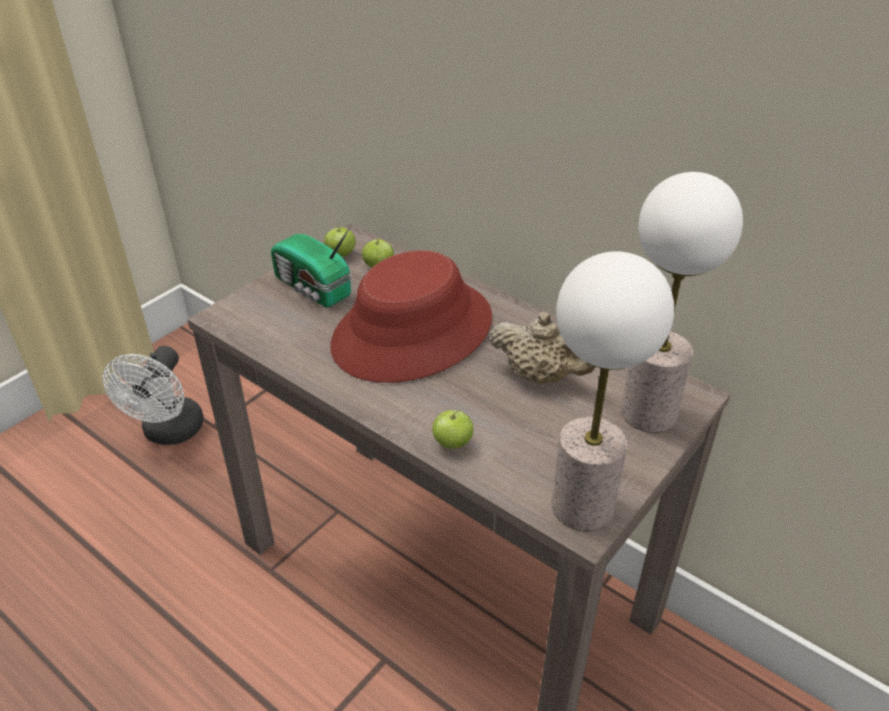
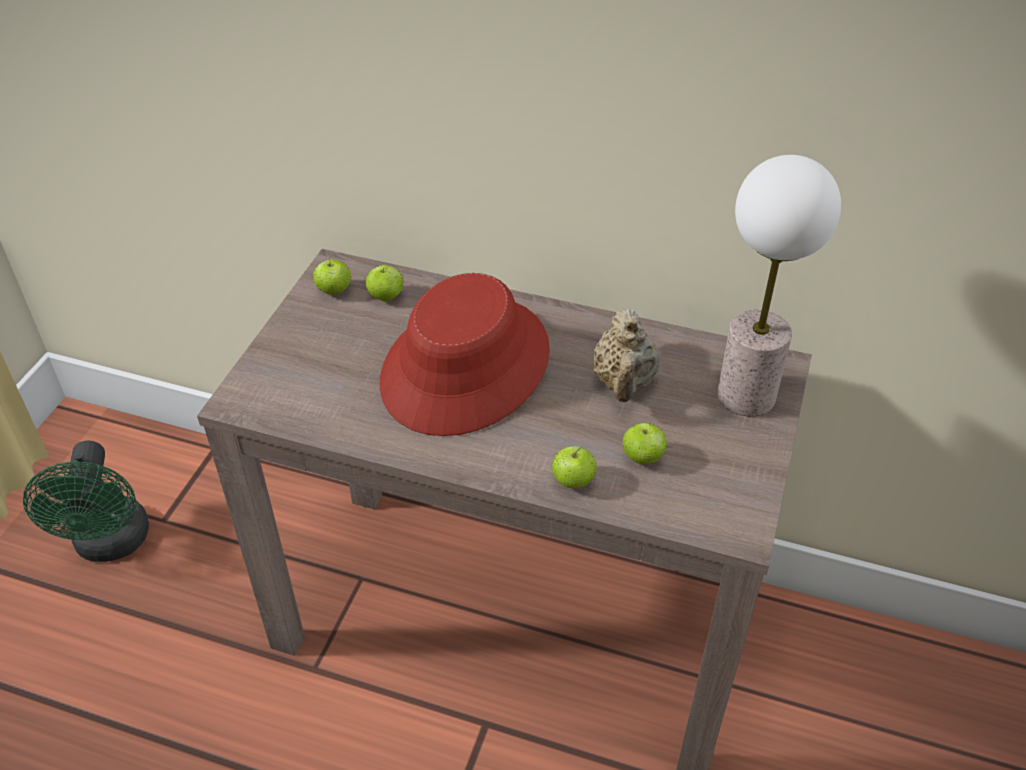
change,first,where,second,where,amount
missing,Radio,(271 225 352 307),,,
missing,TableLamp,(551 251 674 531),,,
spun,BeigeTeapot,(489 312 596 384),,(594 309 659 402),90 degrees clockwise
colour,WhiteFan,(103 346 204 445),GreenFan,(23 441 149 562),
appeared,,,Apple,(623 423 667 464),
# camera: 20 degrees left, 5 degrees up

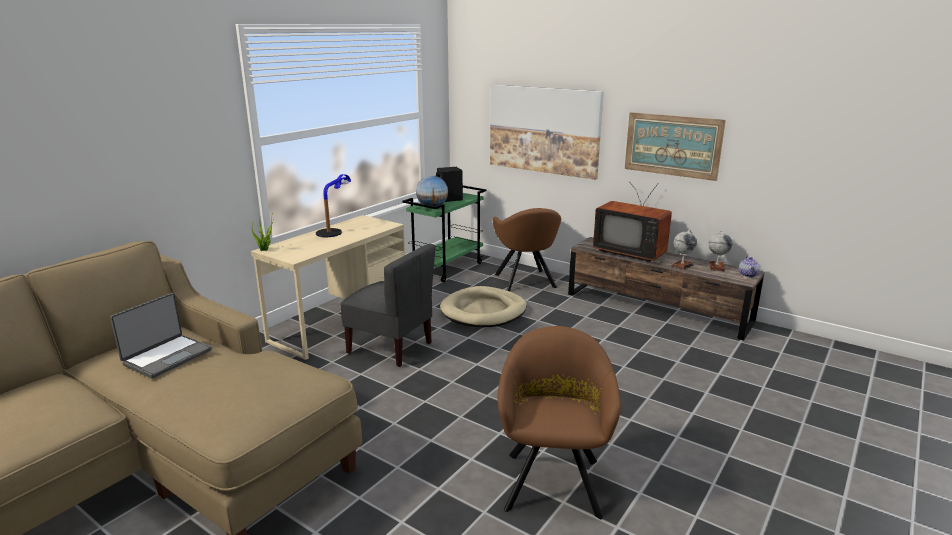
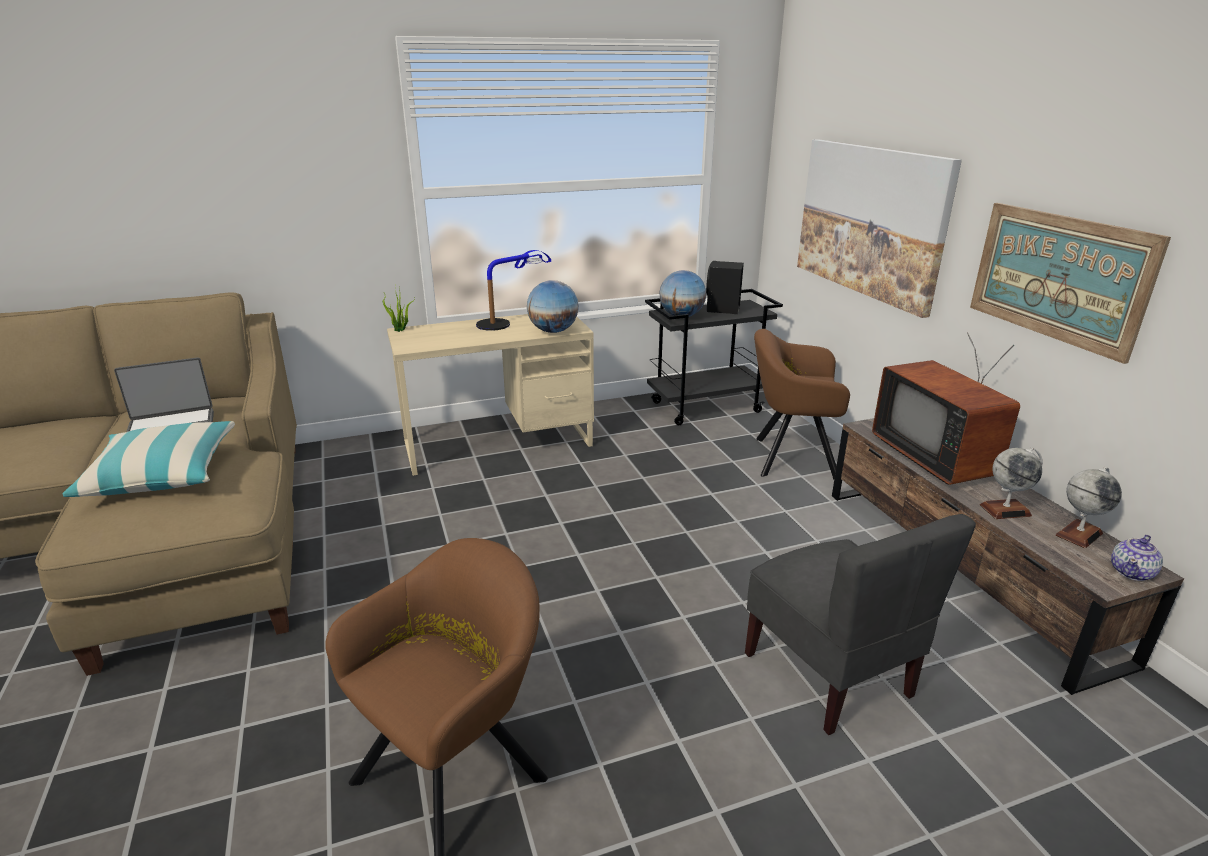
change,first,where,second,where,amount
colour,GreenCart,(403 185 486 282),BlackCart,(645 289 783 425),
spun,BrownArmchair,(493 208 561 291),,(754 329 850 479),75 degrees clockwise
relocated,GreyChair,(340 244 435 367),,(745 514 976 735),
missing,BeigeDogBed,(440 286 527 327),,,
appeared,,,Globe,(527 280 579 333),
appeared,,,Pillow,(62 421 235 497),
# camera: 35 degrees right, 5 degrees up

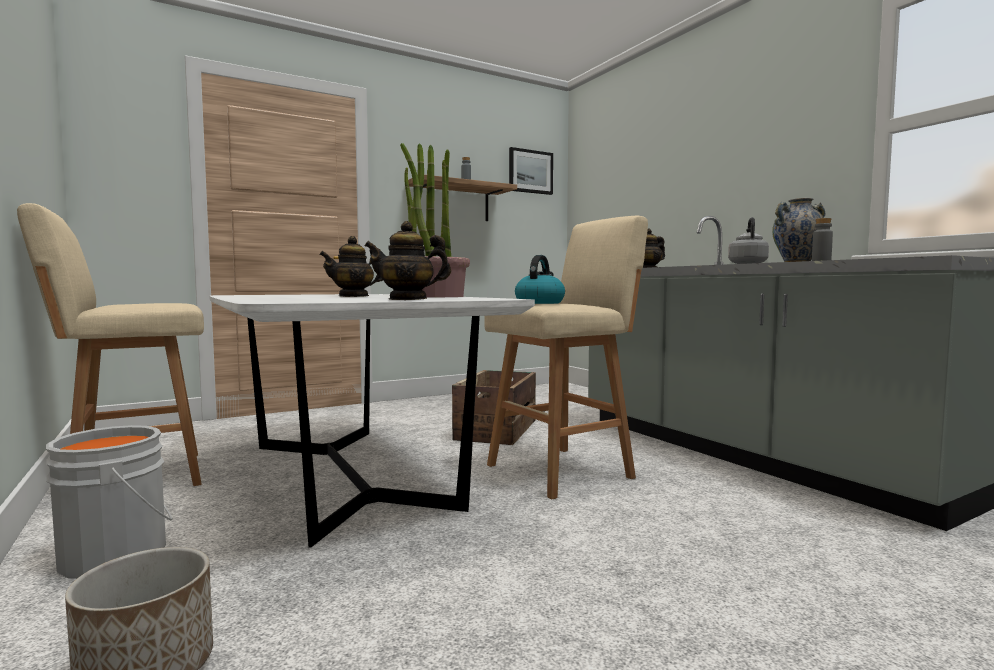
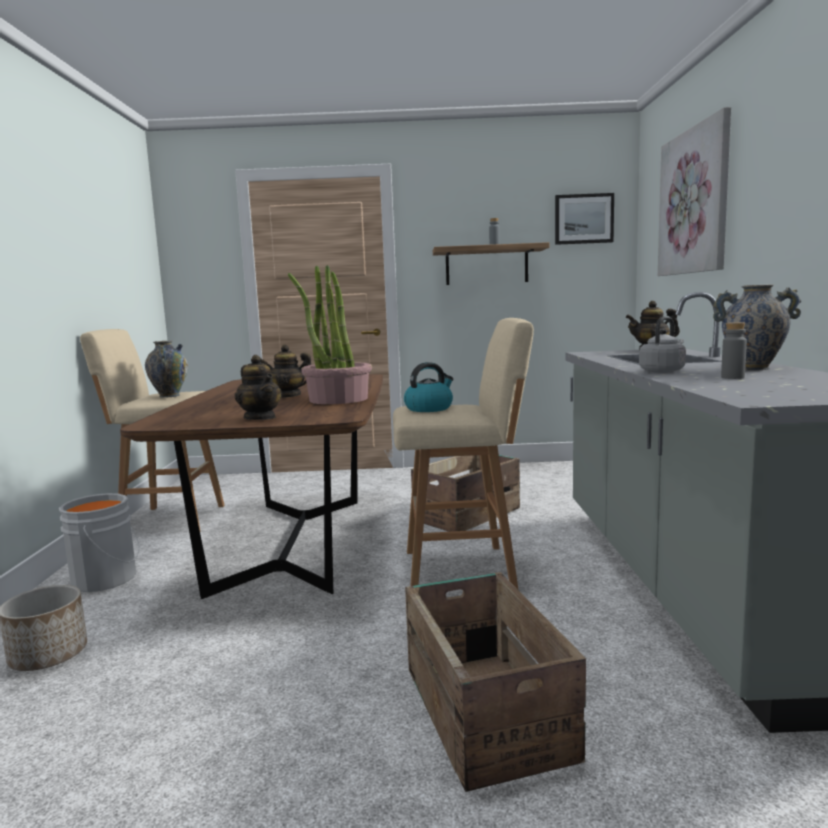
change,first,where,second,where,amount
spun,Teapot,(365 221 451 300),,(235 355 282 420),150 degrees counterclockwise
colour,WhiteDiningTable,(209 294 535 548),BrownDiningTable,(120 374 383 599),
appeared,,,Picture,(658 107 731 276),
appeared,,,Vase,(145 341 188 398),
appeared,,,Crate,(405 572 586 792),
# camera: 30 degrees right, 5 degrees up

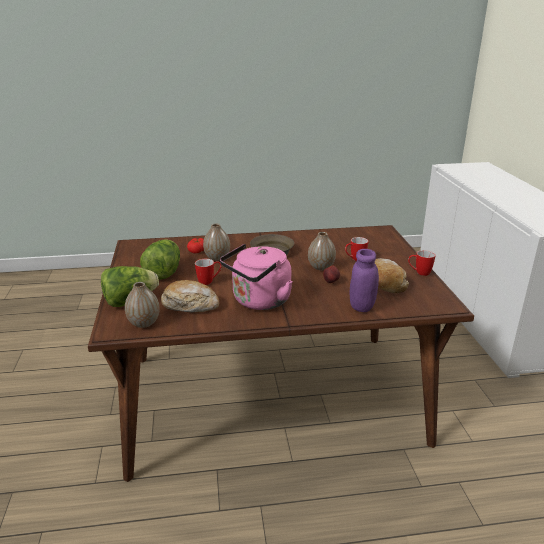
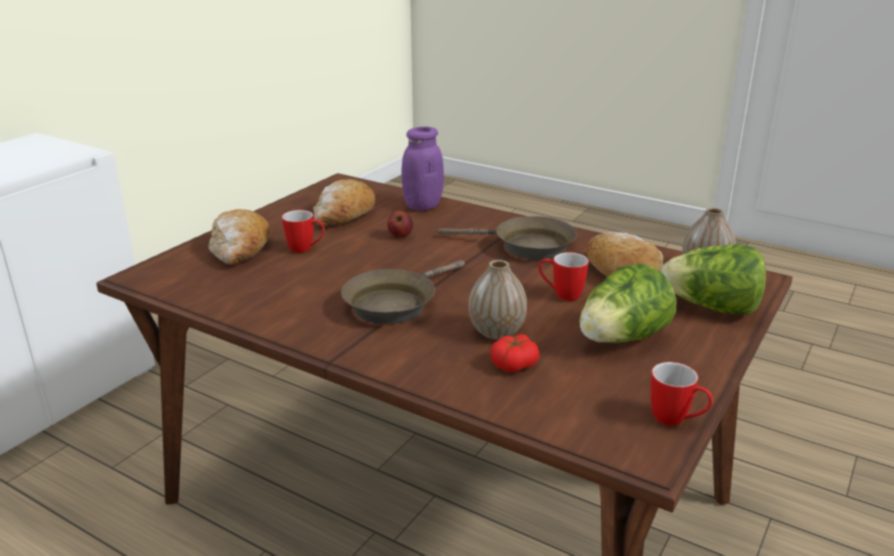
change,first,where,second,where,amount
missing,Vase,(308 232 336 270),,,
exchanged,PinkKettle,(220 244 292 310),BrownFryingPan,(438 216 577 260),
relocated,Mug,(408 250 436 276),,(651 362 713 426),
appeared,,,Bread,(208 209 270 265),
# camera: 140 degrees left, 0 degrees up

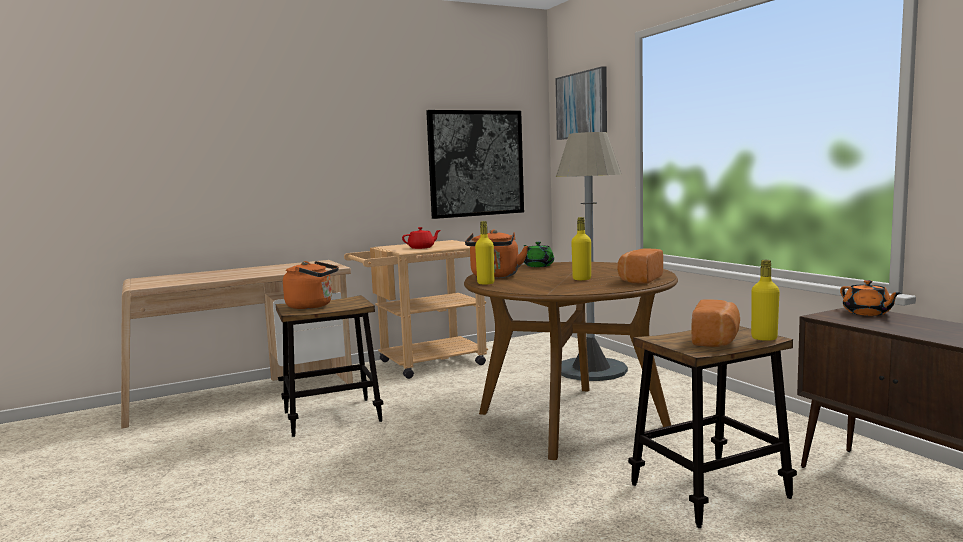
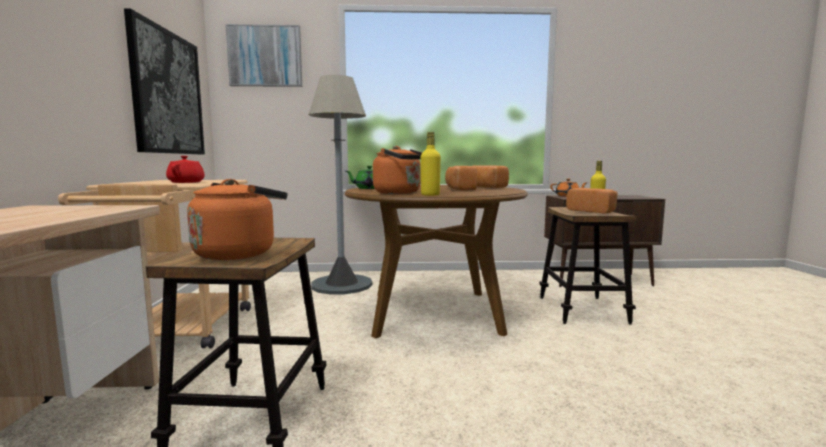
change,first,where,second,where,amount
exchanged,YellowBottle,(571 217 591 280),Bread,(445 166 477 190),
# camera: 65 degrees left, 0 degrees up

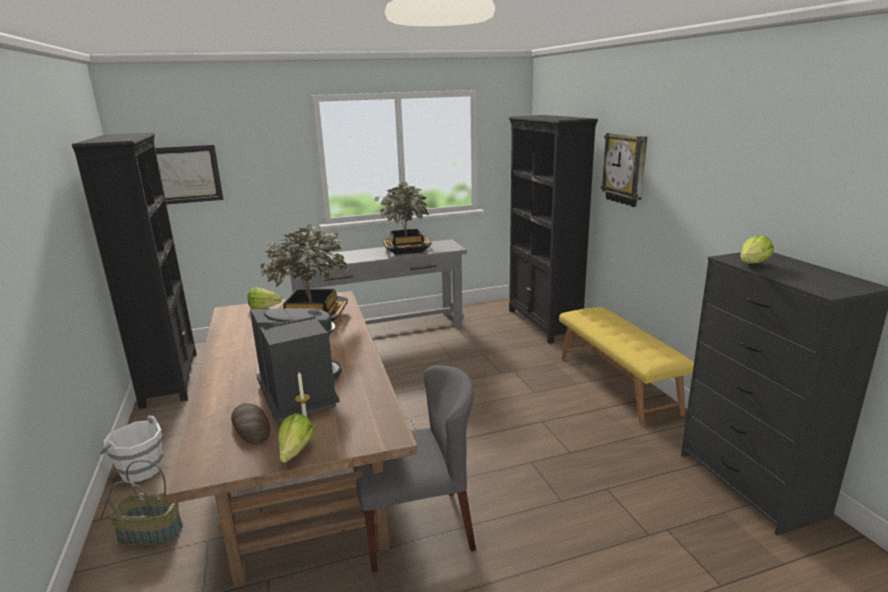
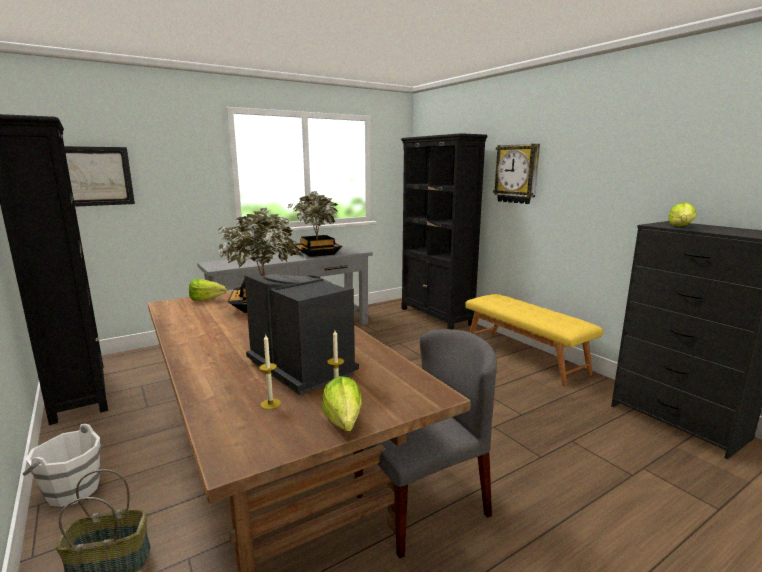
change,first,where,second,where,amount
exchanged,Bread,(231 403 271 445),Candle,(259 335 281 409),
# camera: 15 degrees left, 5 degrees down

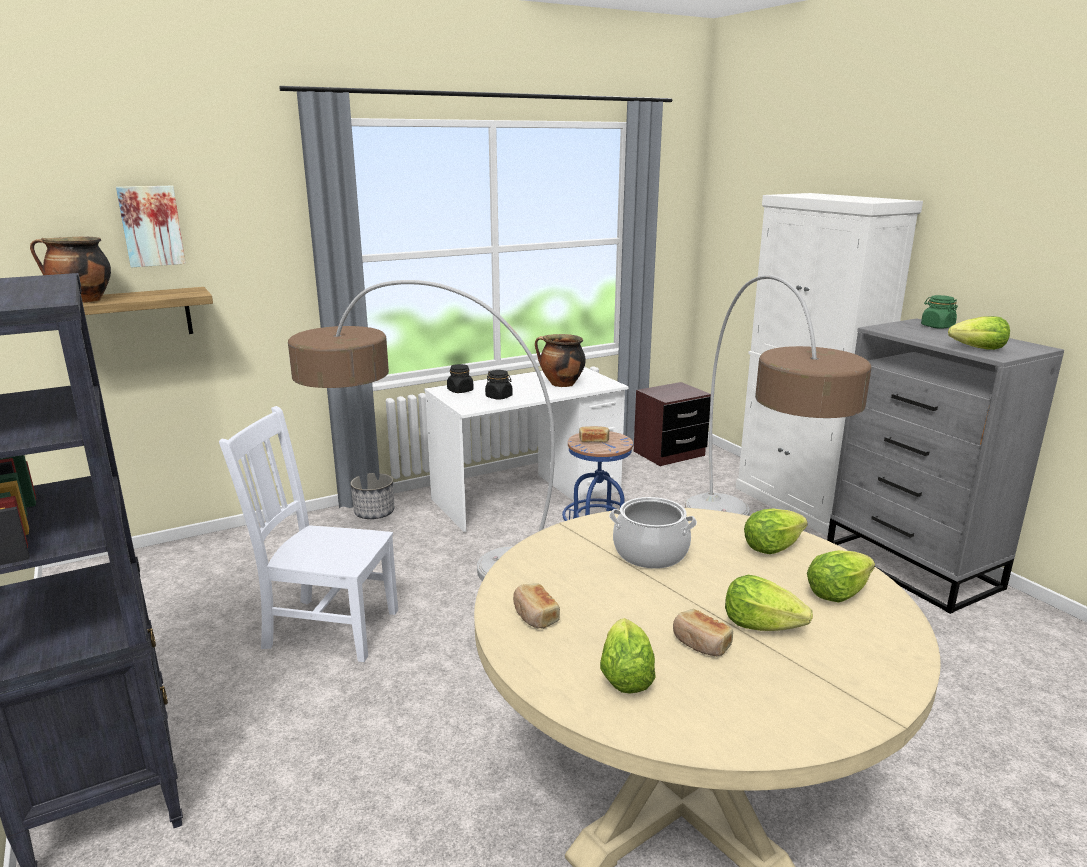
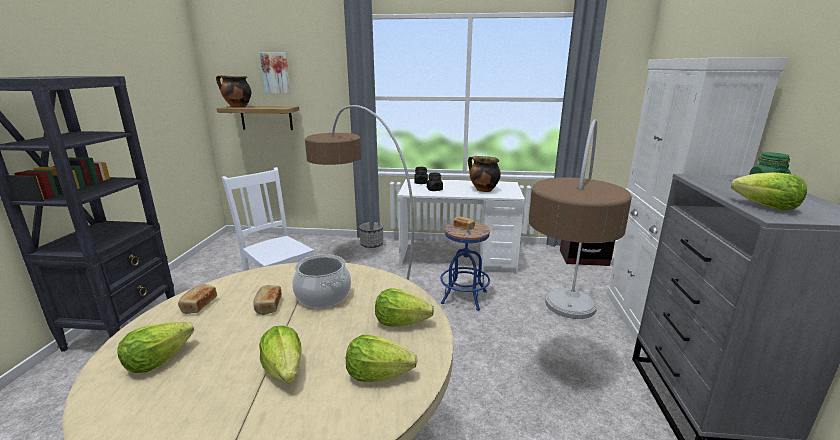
change,first,where,second,where,amount
relocated,Bread,(673 609 733 656),,(253 285 282 315),
# camera: 35 degrees right, 0 degrees up

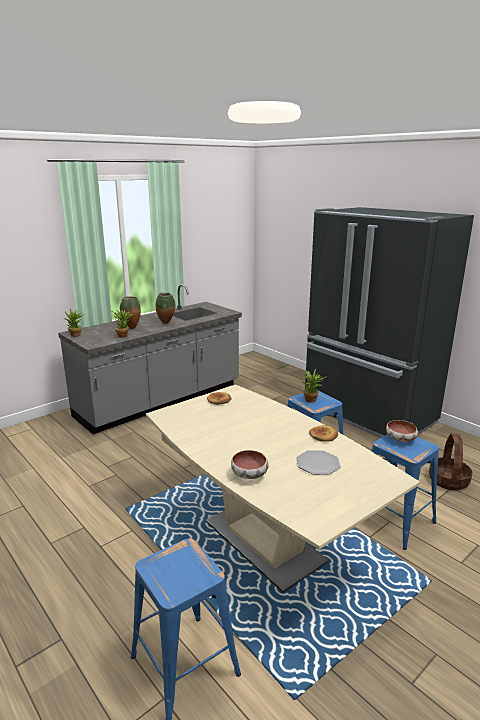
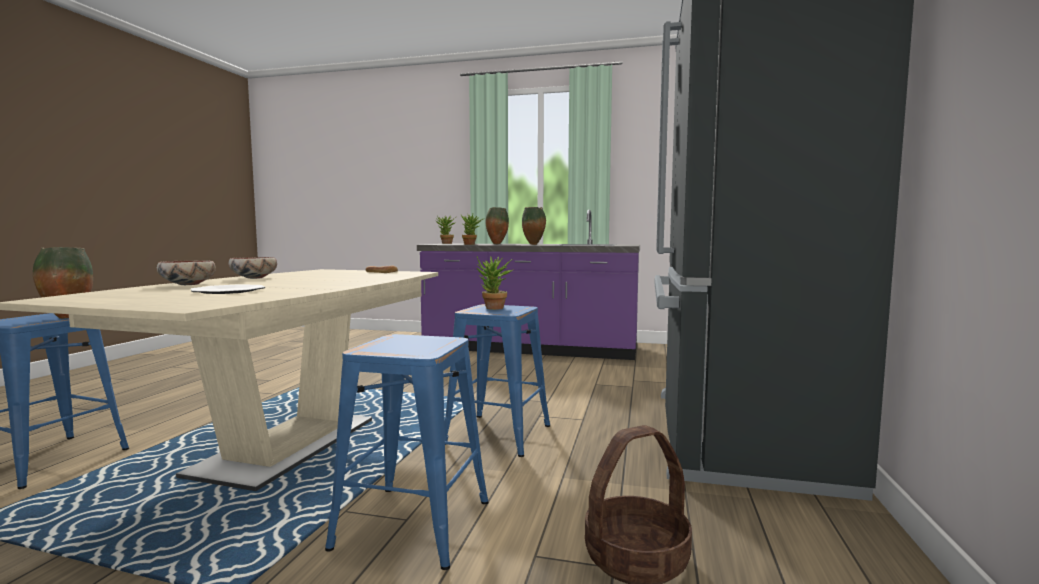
change,first,where,second,where,amount
colour,GreyCounter,(58 284 242 434),PurpleCounter,(417 210 640 360),
relocated,Bowl,(386 420 418 442),,(228 257 277 279),
missing,Bread,(309 425 338 442),,,
appeared,,,Vase,(33 247 93 319),
# camera: 55 degrees right, 15 degrees down

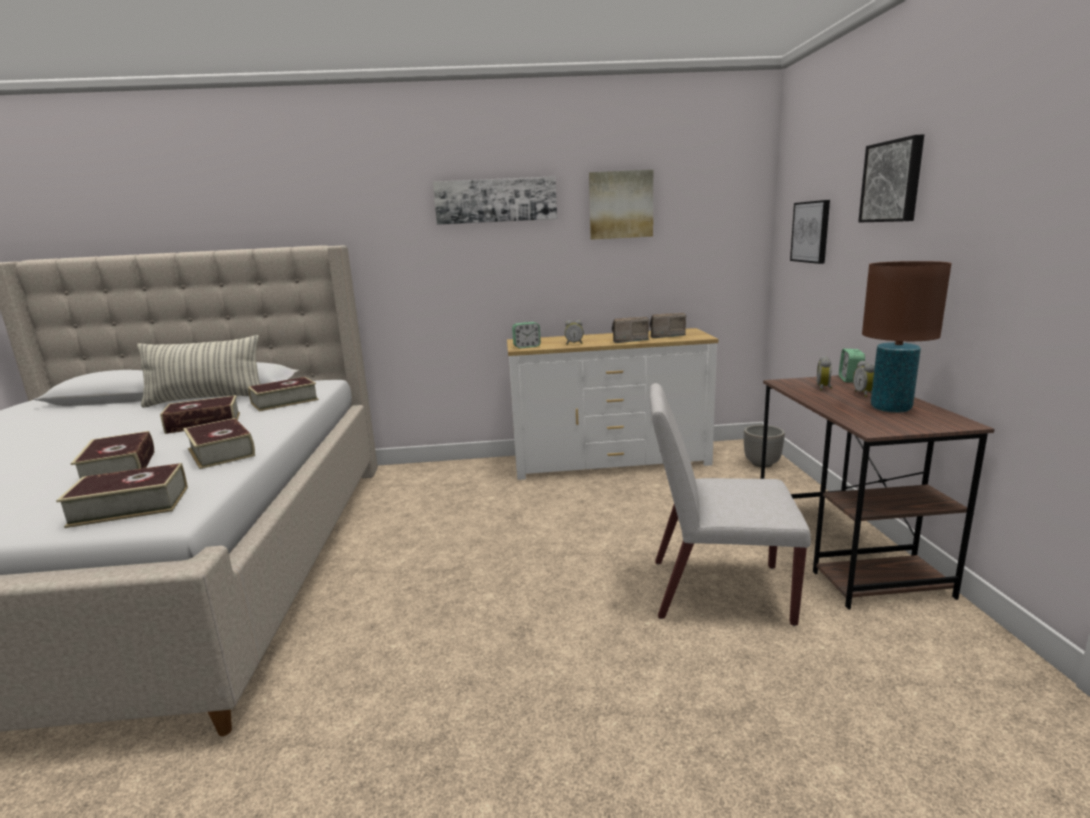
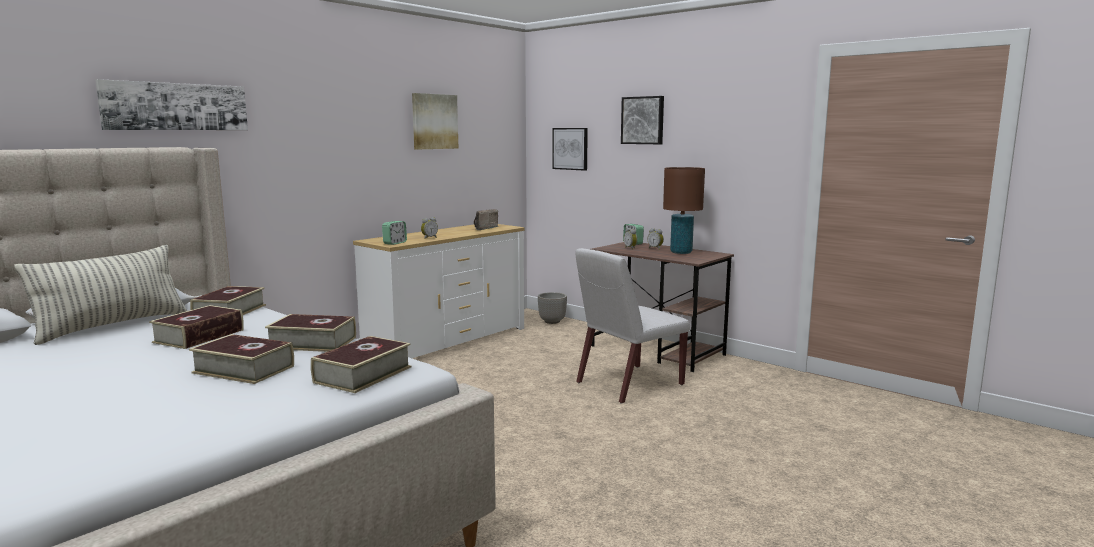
change,first,where,second,where,amount
relocated,Picture,(433 176 557 225),,(95 79 248 130),
missing,Radio,(612 317 650 343),,,
# camera: 45 degrees left, 5 degrees down

